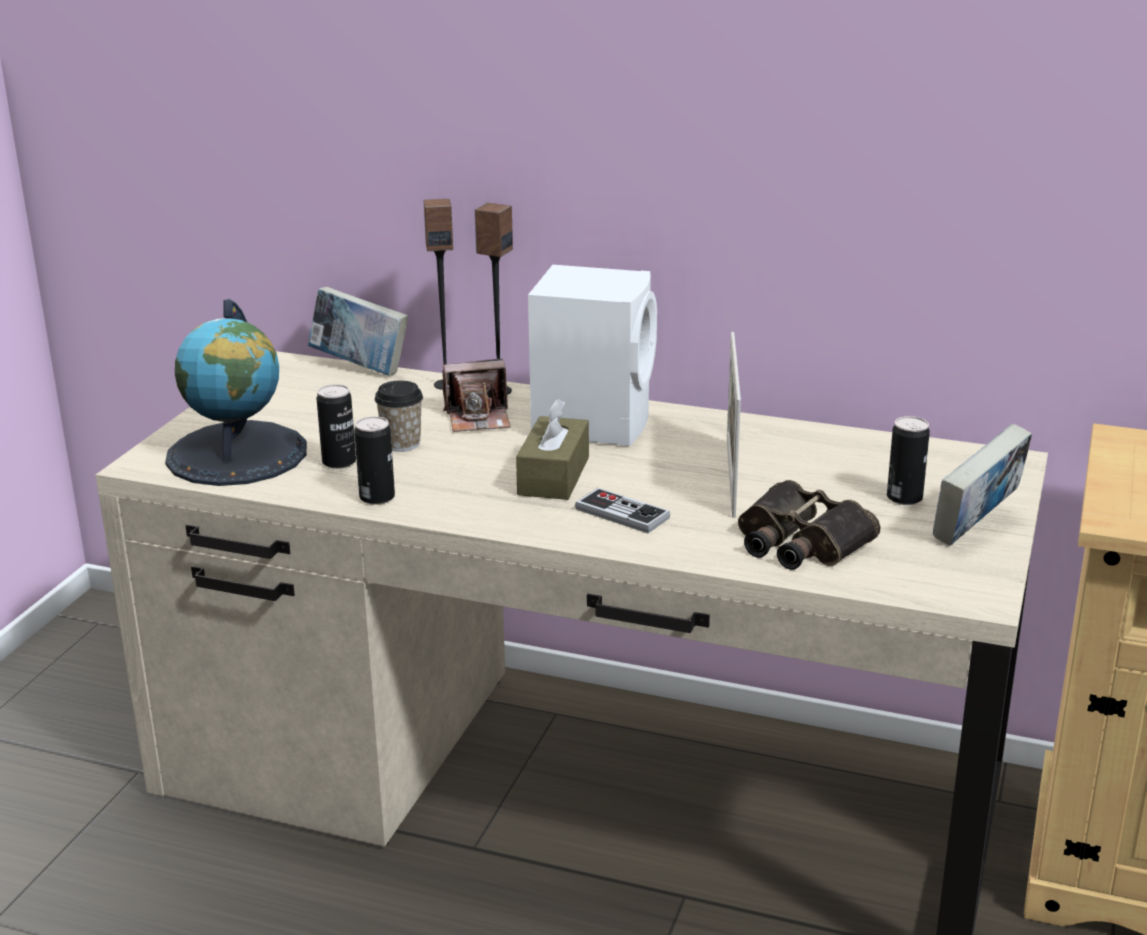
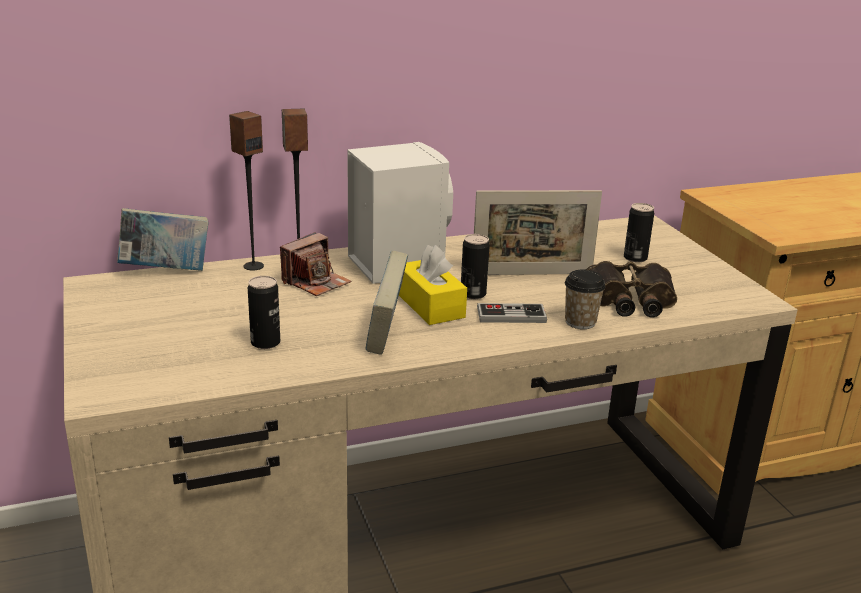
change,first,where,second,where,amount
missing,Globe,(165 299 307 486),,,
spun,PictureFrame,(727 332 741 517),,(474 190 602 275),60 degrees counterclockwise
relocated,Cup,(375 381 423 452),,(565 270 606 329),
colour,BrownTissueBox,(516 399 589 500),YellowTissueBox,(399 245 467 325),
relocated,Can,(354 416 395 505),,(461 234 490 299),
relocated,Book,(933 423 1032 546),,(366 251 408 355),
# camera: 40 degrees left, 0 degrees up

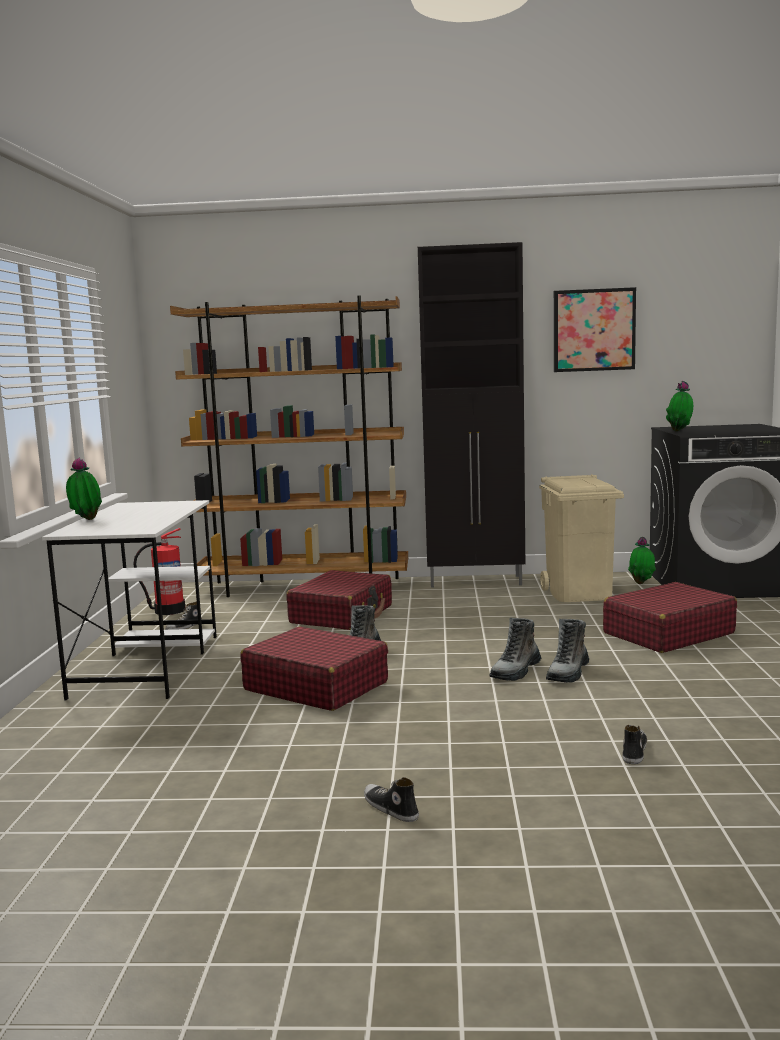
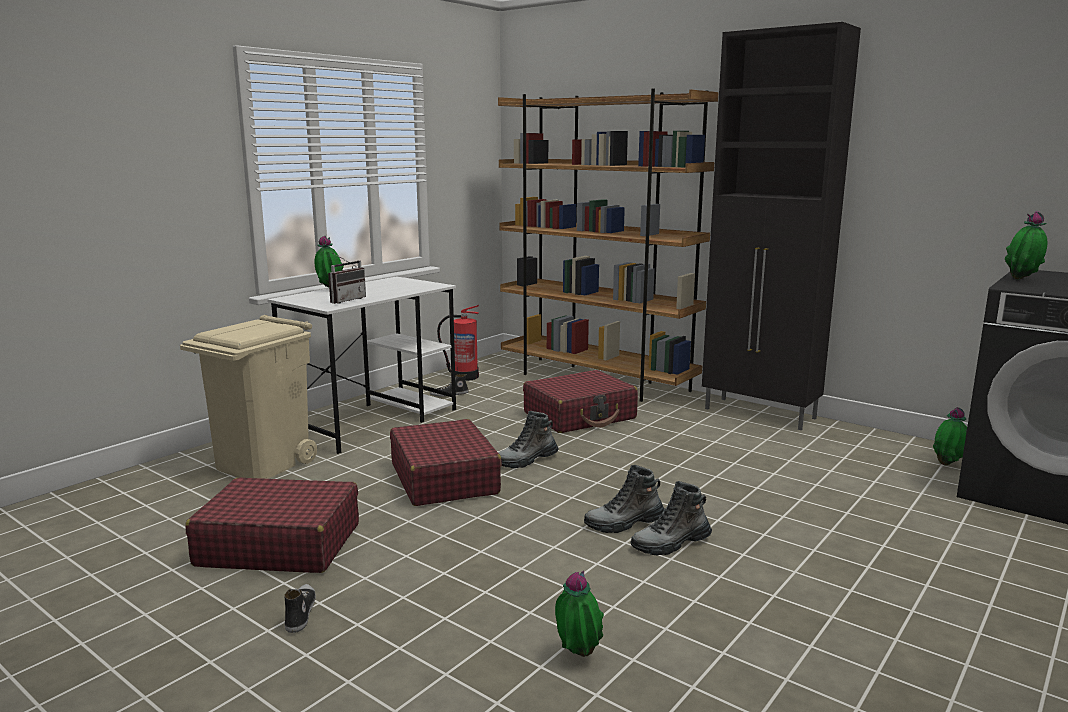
change,first,where,second,where,amount
missing,Picture,(554 287 636 372),,,
relocated,BeigeTrashCan,(539 474 624 602),,(180 315 317 479),
relocated,RedSuitcase,(603 582 737 653),,(185 478 359 573),
exchanged,Shoe,(622 725 647 764),PottedPlant,(555 570 604 657),
appeared,,,Radio,(328 252 366 304),
# camera: 35 degrees right, 5 degrees up

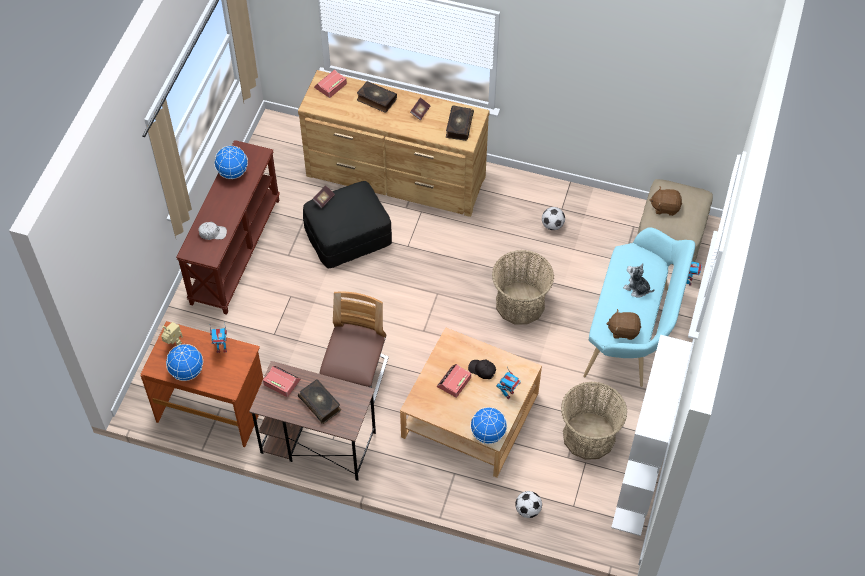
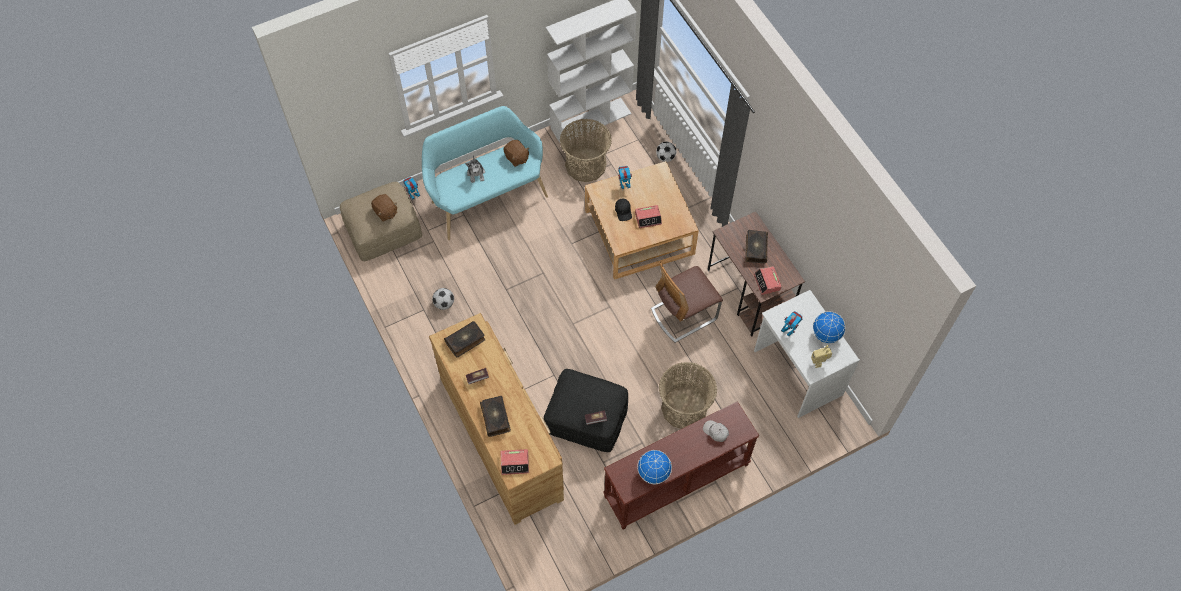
change,first,where,second,where,amount
relocated,Basket,(492 250 554 324),,(659 362 717 429),
colour,BrownDesk,(141 321 263 447),WhiteDesk,(754 290 860 418),
missing,Globe,(470 407 507 444),,,
# camera: 135 degrees left, 5 degrees up

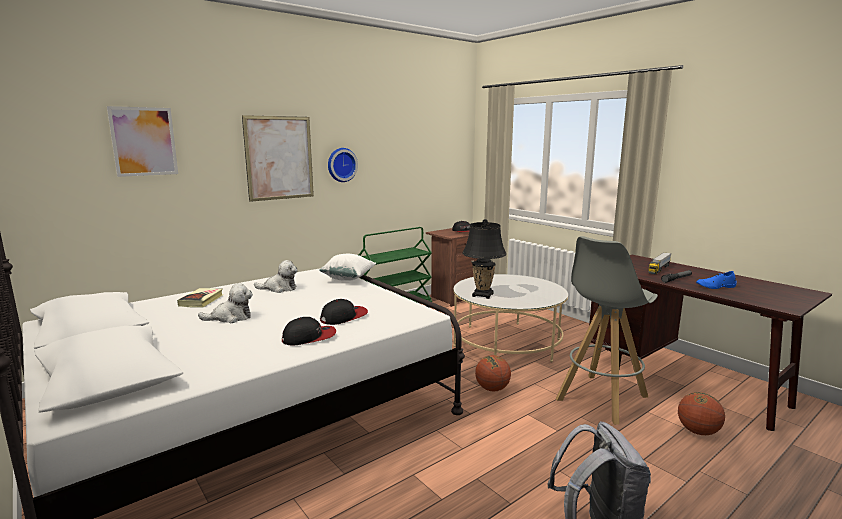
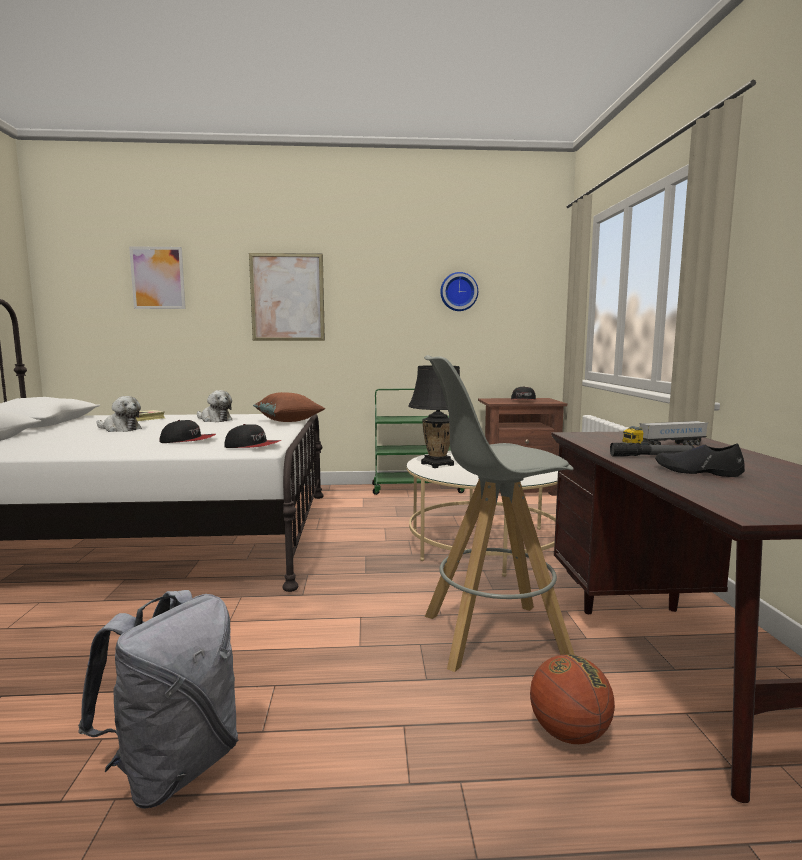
change,first,where,second,where,amount
relocated,WallClock,(328 148 358 182),,(440 272 478 311),
colour,WhitePillow,(319 254 376 281),BrownPillow,(253 392 325 422),
colour,BlueShoe,(696 271 737 289),BlackShoe,(655 443 745 477),
relocated,Cap,(282 317 336 345),,(224 424 282 448),
missing,Basketball,(475 355 511 391),,,
# camera: 35 degrees right, 5 degrees down

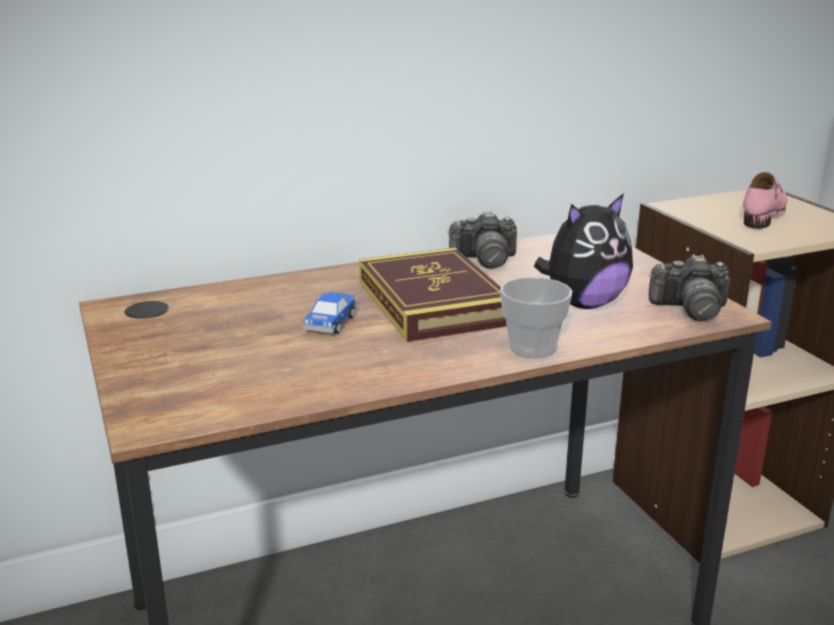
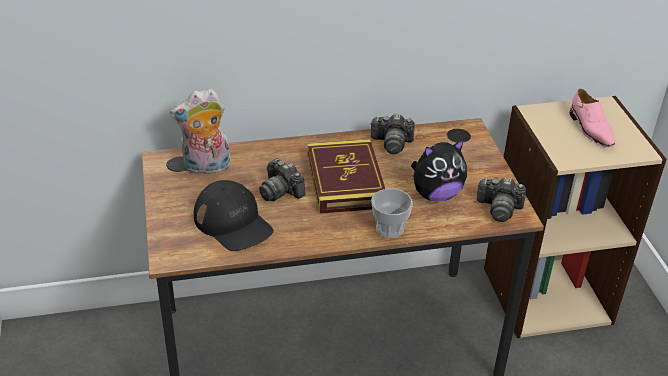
change,first,where,second,where,amount
spun,PinkShoe,(743 172 788 229),,(570 89 615 147),120 degrees clockwise
exchanged,ToyCar,(303 292 355 334),PhotoCamera,(259 158 305 201),
appeared,,,PlushToy,(170 88 232 175),
appeared,,,BlackCap,(194 180 274 251),
# camera: 10 degrees right, 15 degrees up

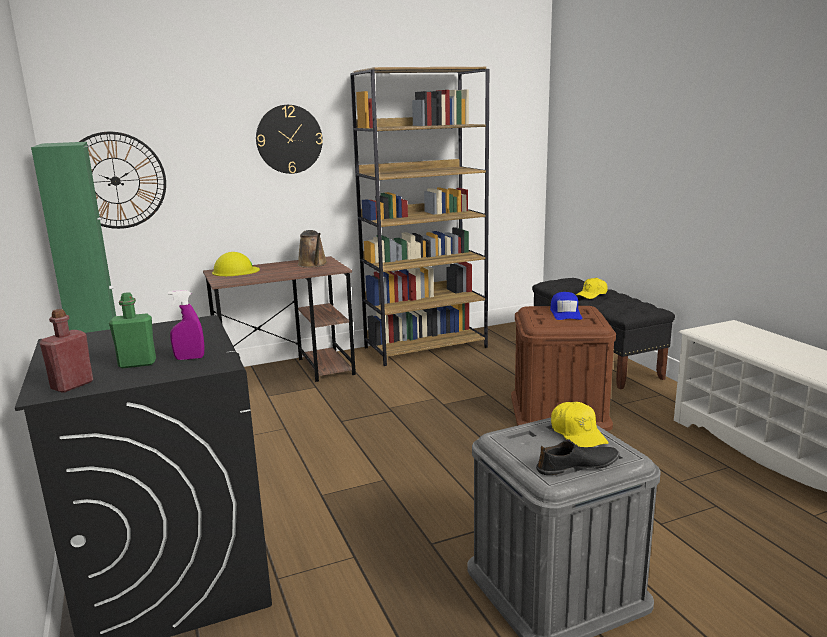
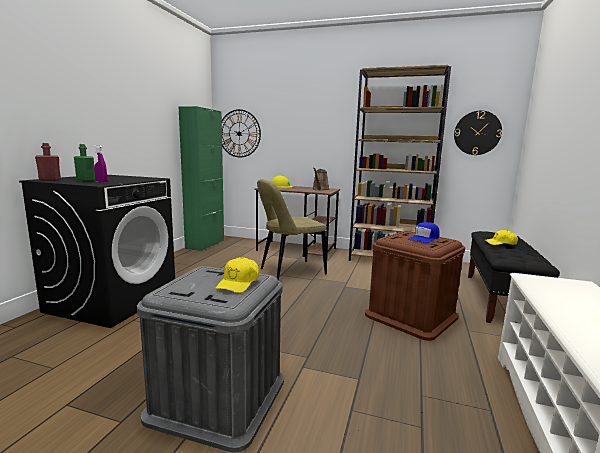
change,first,where,second,where,amount
relocated,WallClock,(256 105 323 174),,(454 111 502 155),
missing,BlackShoe,(536 439 619 475),,,
appeared,,,BeigeChair,(257 179 327 281),
# camera: 40 degrees right, 5 degrees down

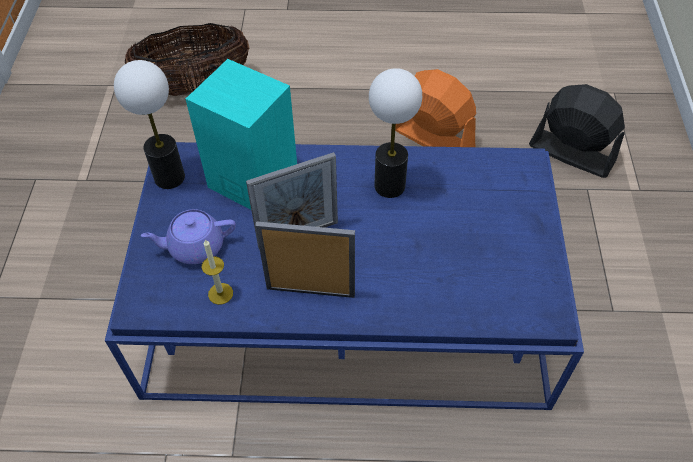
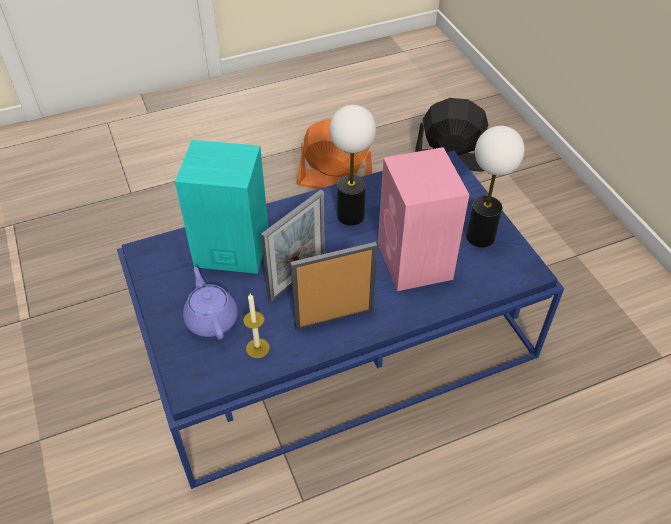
change,first,where,second,where,amount
missing,Basket,(125 23 249 96),,,
relocated,TableLamp,(114 60 185 189),,(466 126 525 247),
spun,PurpleTeapot,(141 209 236 264),,(183 267 238 340),105 degrees clockwise
appeared,,,PinkSpeaker,(378 147 469 291),
# camera: 25 degrees left, 5 degrees down

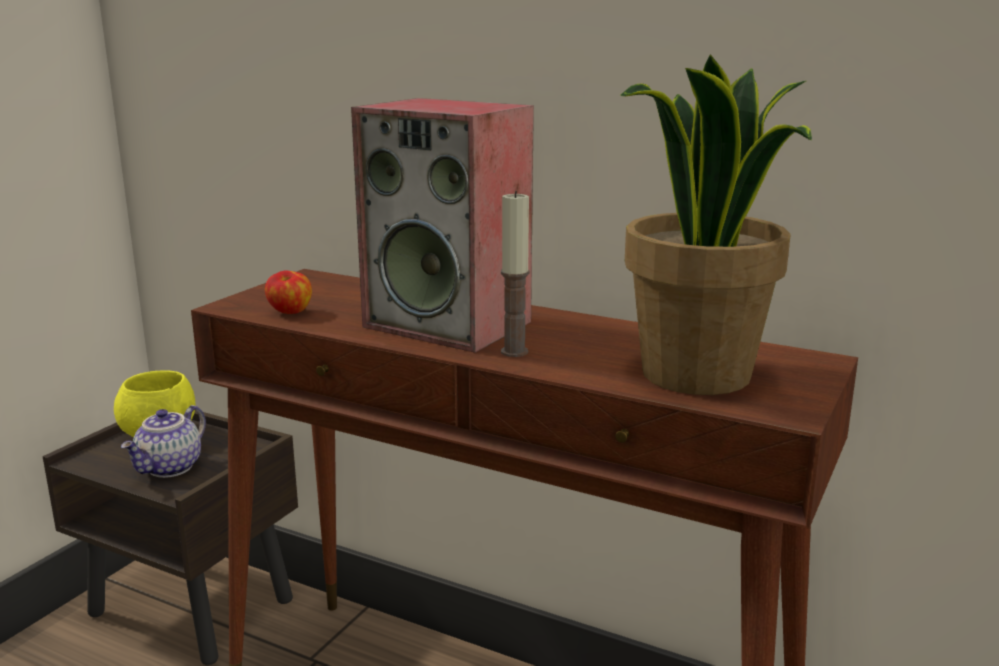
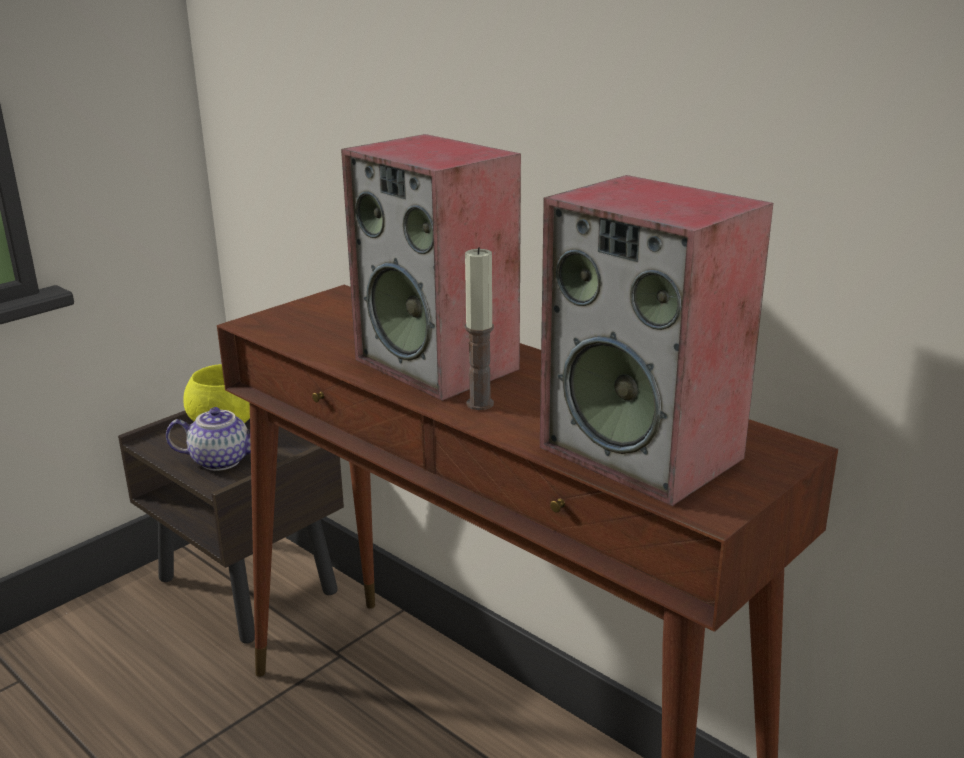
change,first,where,second,where,amount
exchanged,PottedPlant,(621 54 812 395),Speaker,(540 175 773 506),
missing,Apple,(265 271 312 314),,,
spun,Teapot,(121 405 206 478),,(166 407 251 471),135 degrees counterclockwise
# camera: 15 degrees right, 5 degrees up

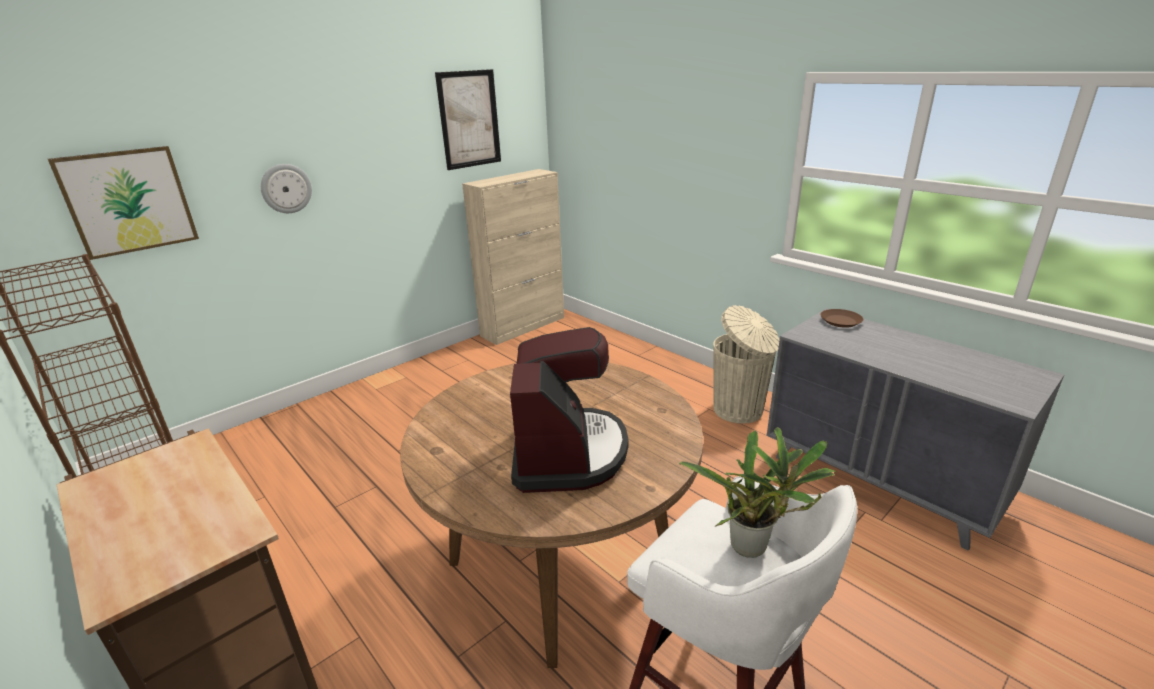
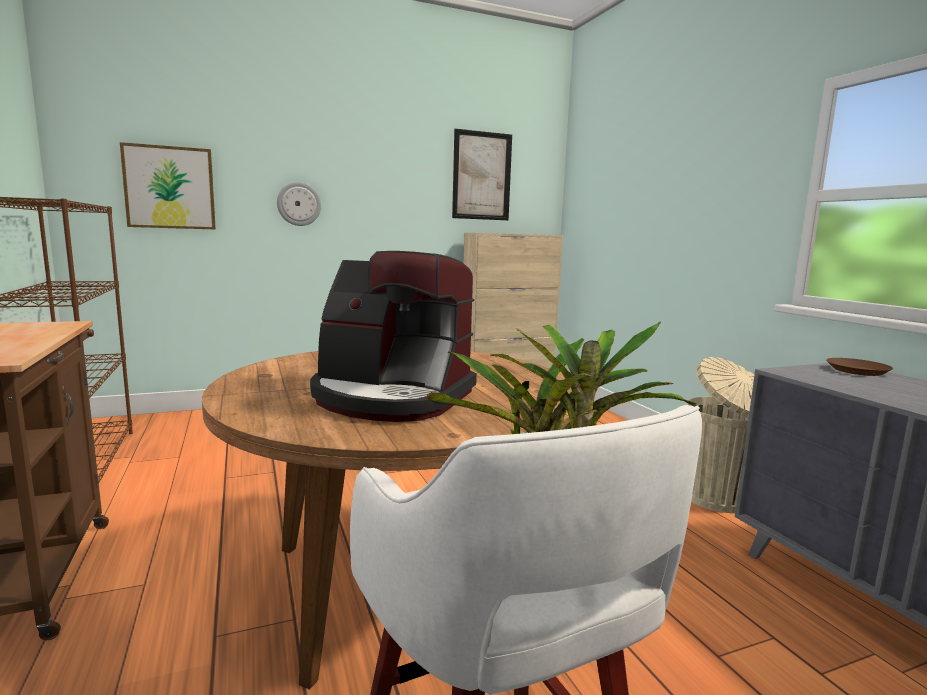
change,first,where,second,where,amount
spun,CoffeeMachine,(510 327 629 493),,(310 251 477 422),90 degrees clockwise
# camera: 20 degrees right, 15 degrees down

